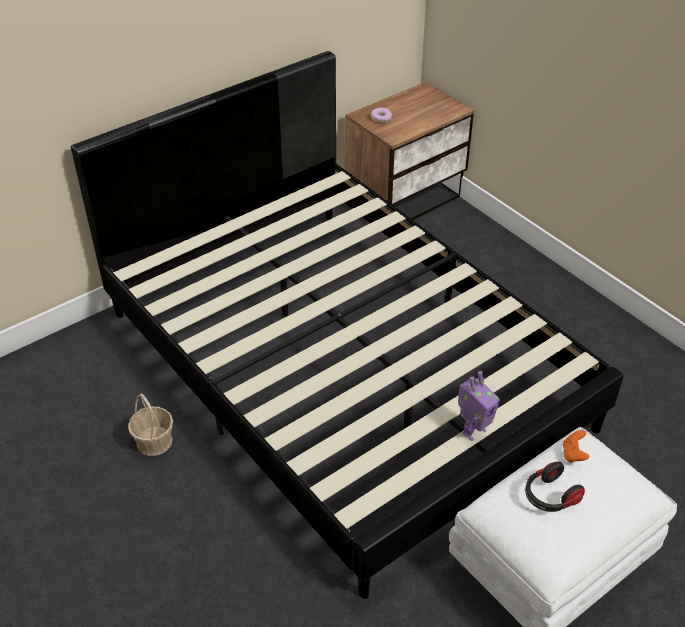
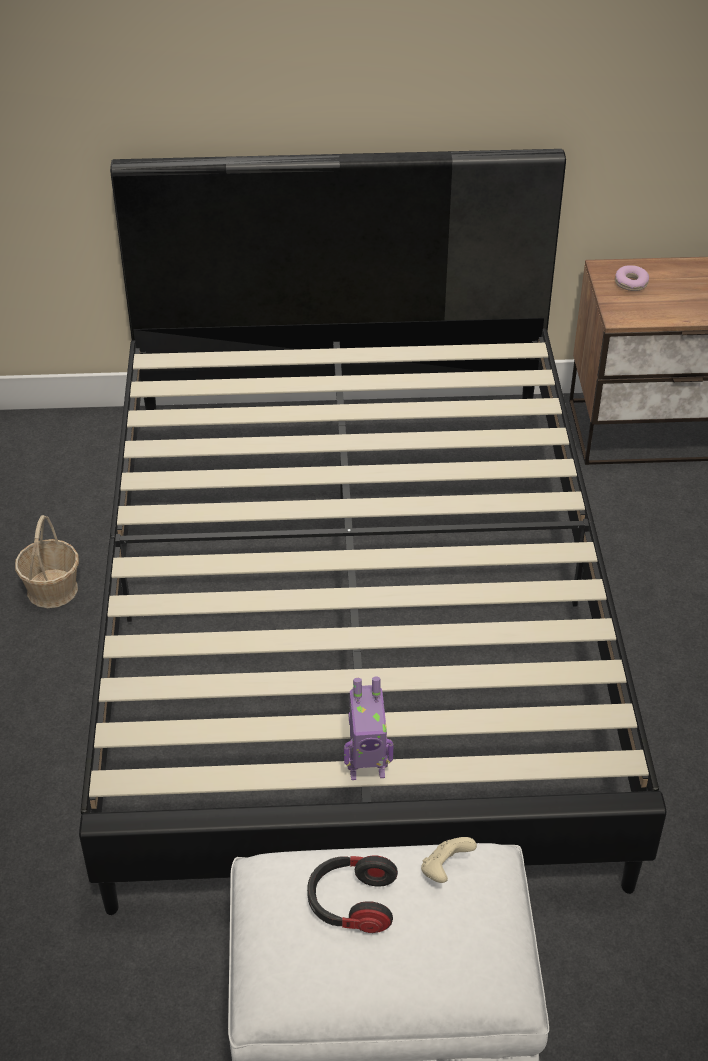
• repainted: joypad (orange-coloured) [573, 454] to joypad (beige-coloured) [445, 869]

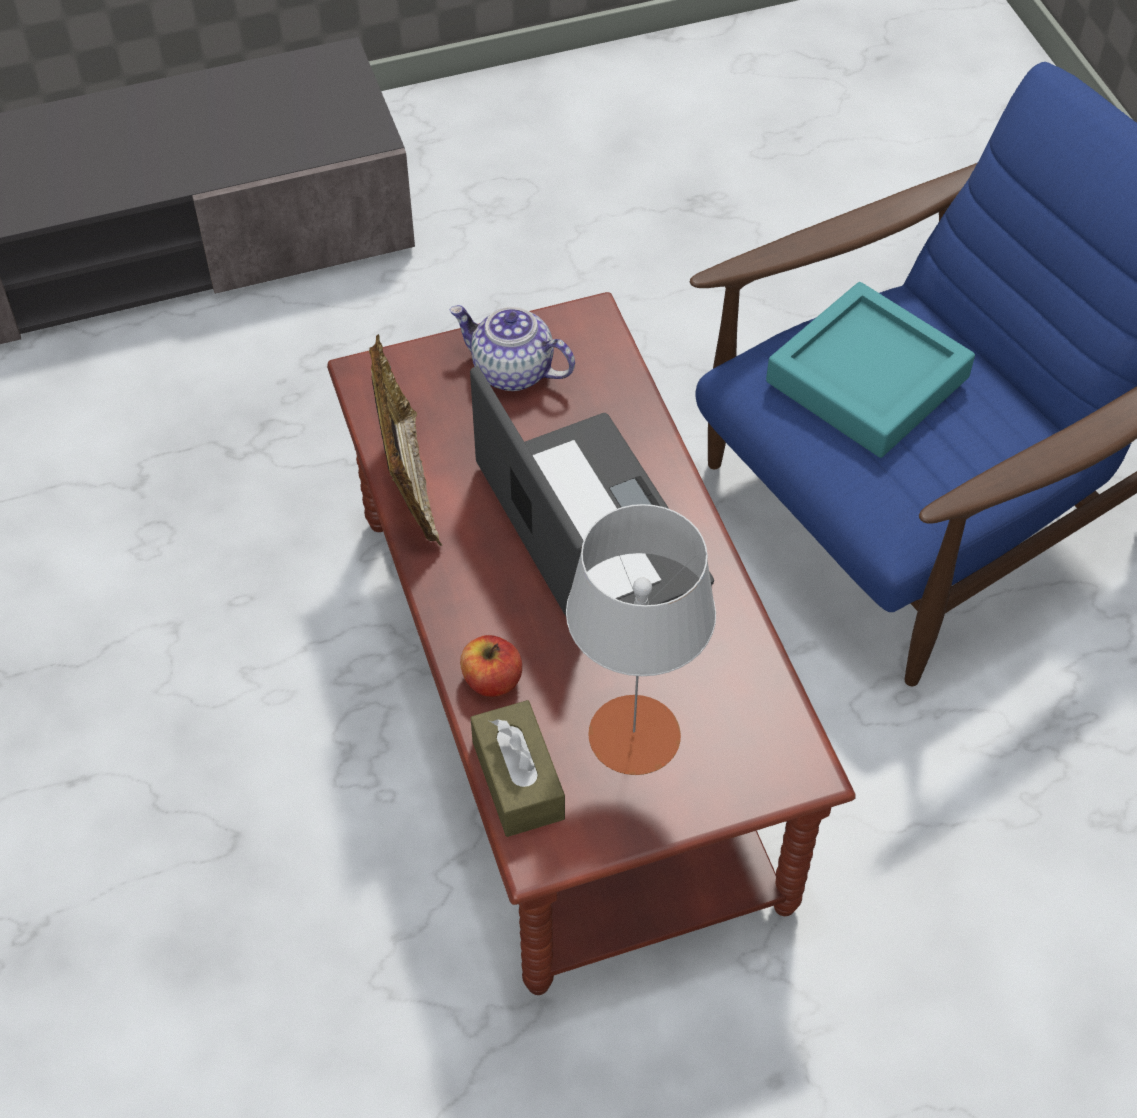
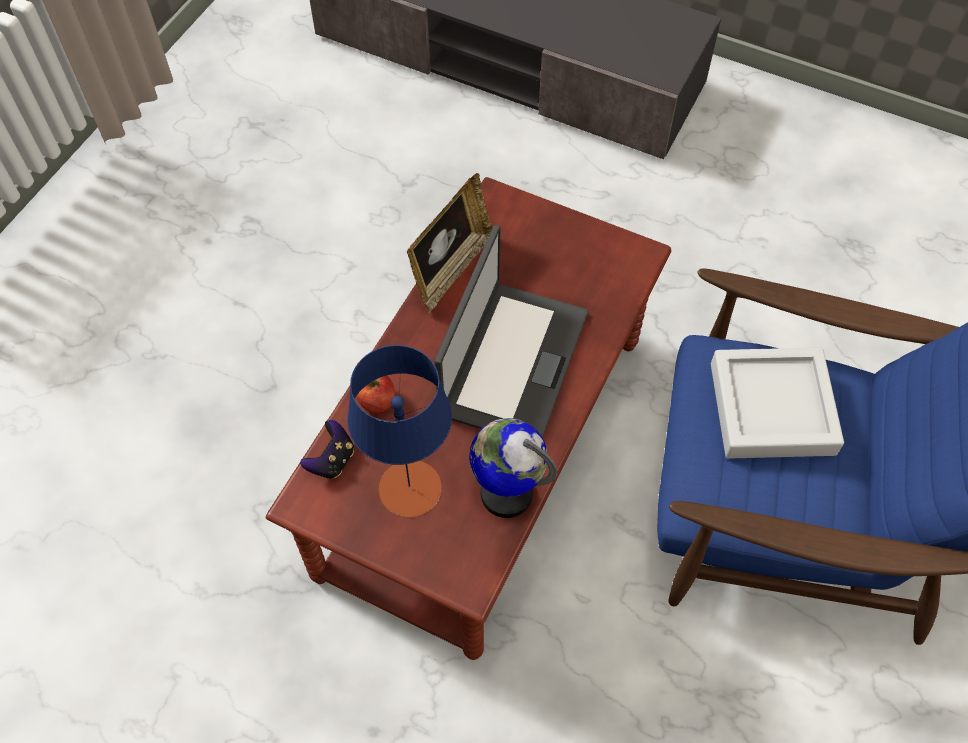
• repainted: serving tray (turquoise) [867, 379] to serving tray (grey) [771, 408]
• gone: tea pot [511, 371]
• repainted: tabletop lamp (grey) [633, 735] to tabletop lamp (blue) [409, 488]
• swapped: box of tissues (brownish) [518, 780] to joypad [332, 460]
• new: world globe [506, 493]

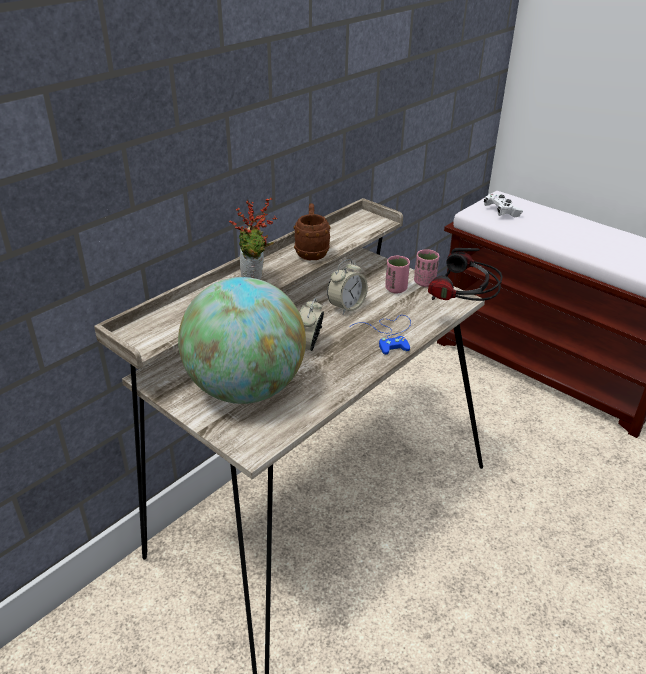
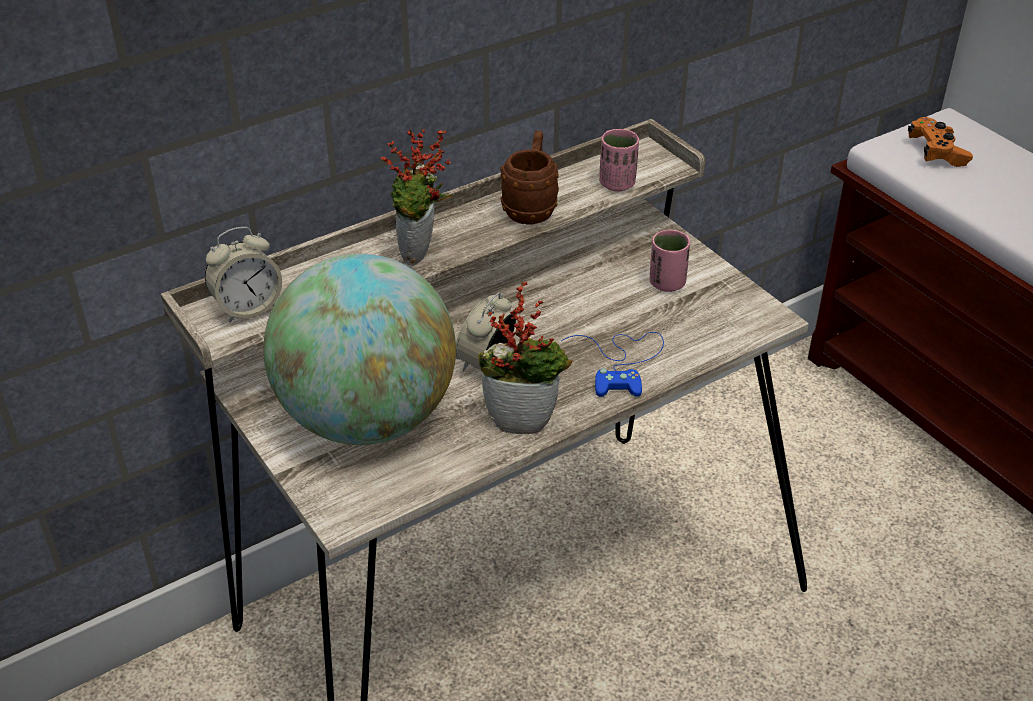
• repainted: joypad (white-coloured) [501, 212] to joypad (orange-coloured) [936, 153]
• gone: pair of headphones [460, 313]
• shifted: drinking cup (pink) [424, 282] to [617, 184]
• shifted: bedside clock [346, 307] to [248, 308]
• new: potted plant [524, 420]

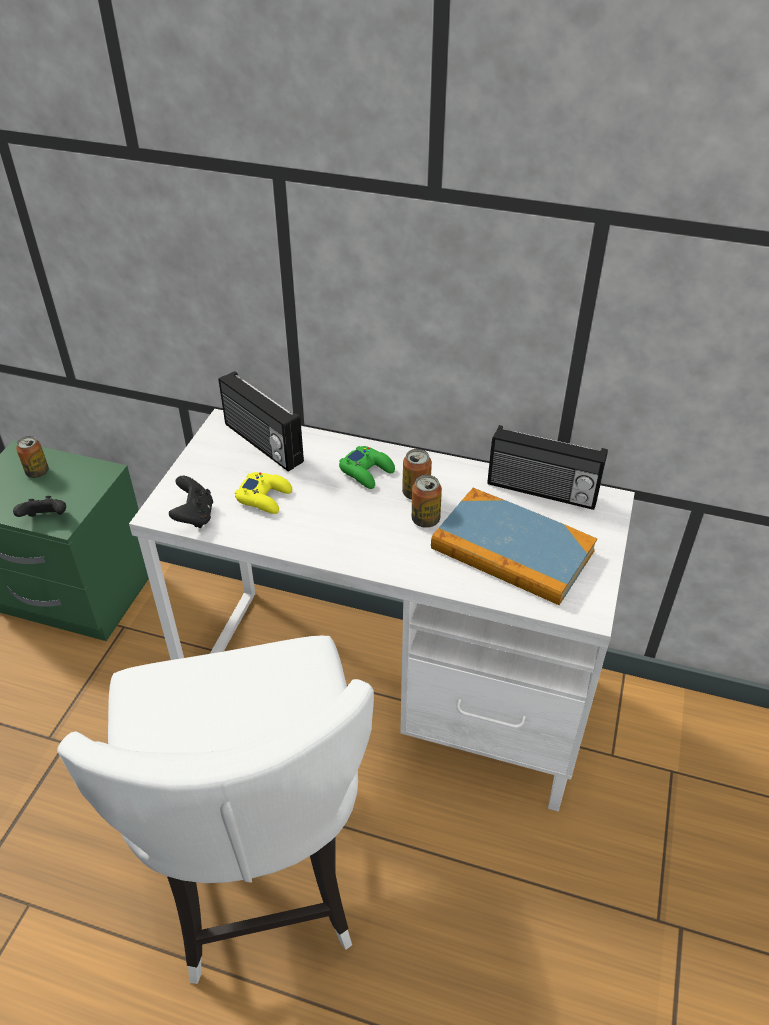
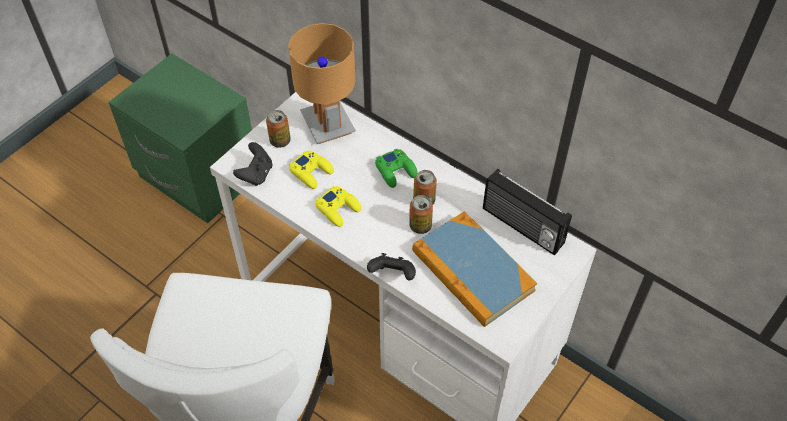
• swapped: radio [261, 444] to tabletop lamp (brownish) [328, 124]
• shifted: sealed can [37, 472] to [280, 141]
• shifted: joypad (black) [46, 519] to [392, 275]
• new: joypad (yellowish) [338, 209]

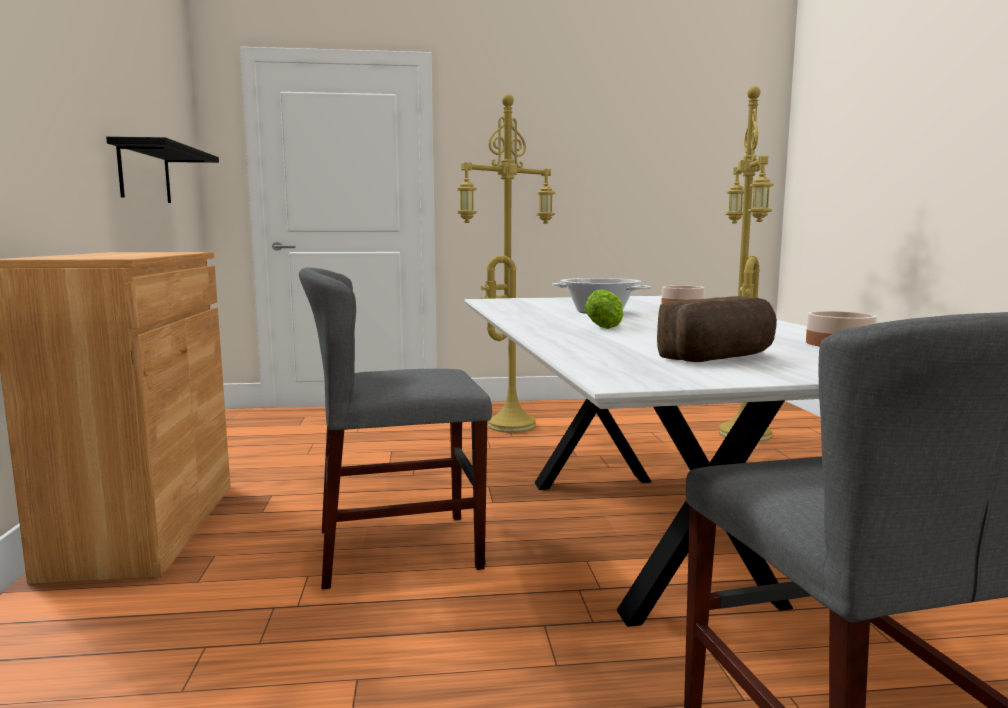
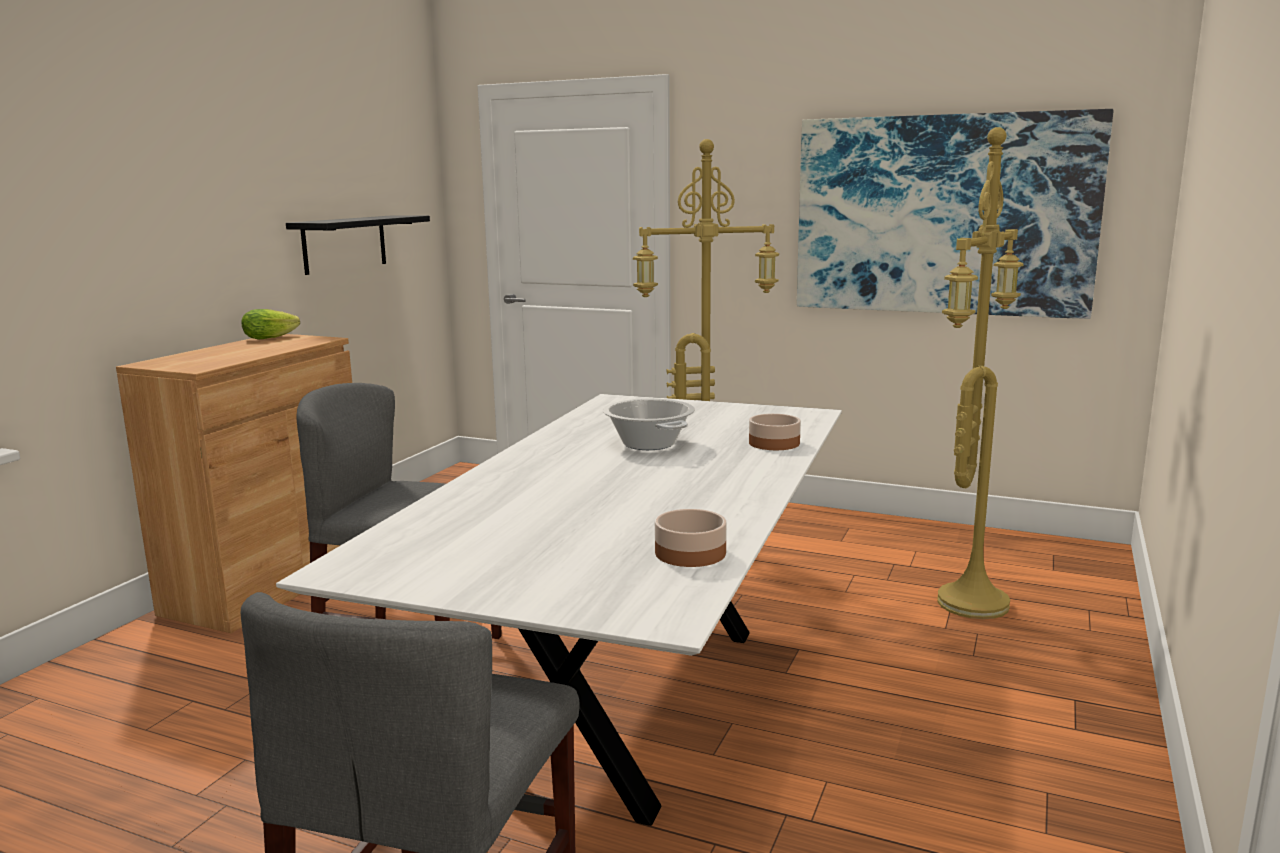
• shifted: lettuce head [606, 326] to [273, 337]
• gone: bakery bread [721, 357]
• new: wall art [942, 215]

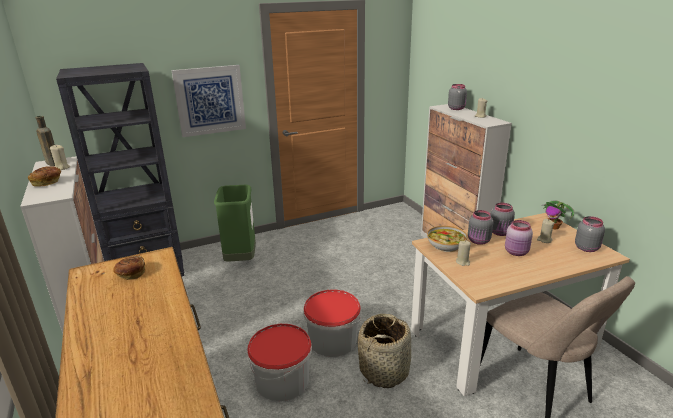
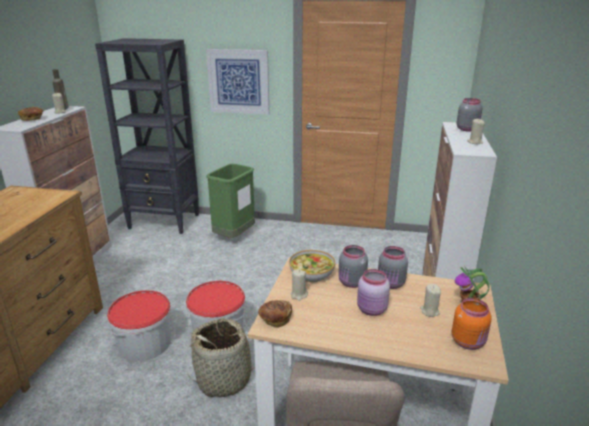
• repainted: jar (grey) [587, 248] to jar (orange-coloured) [468, 342]
• shifted: bakery bread [131, 274] to [275, 319]

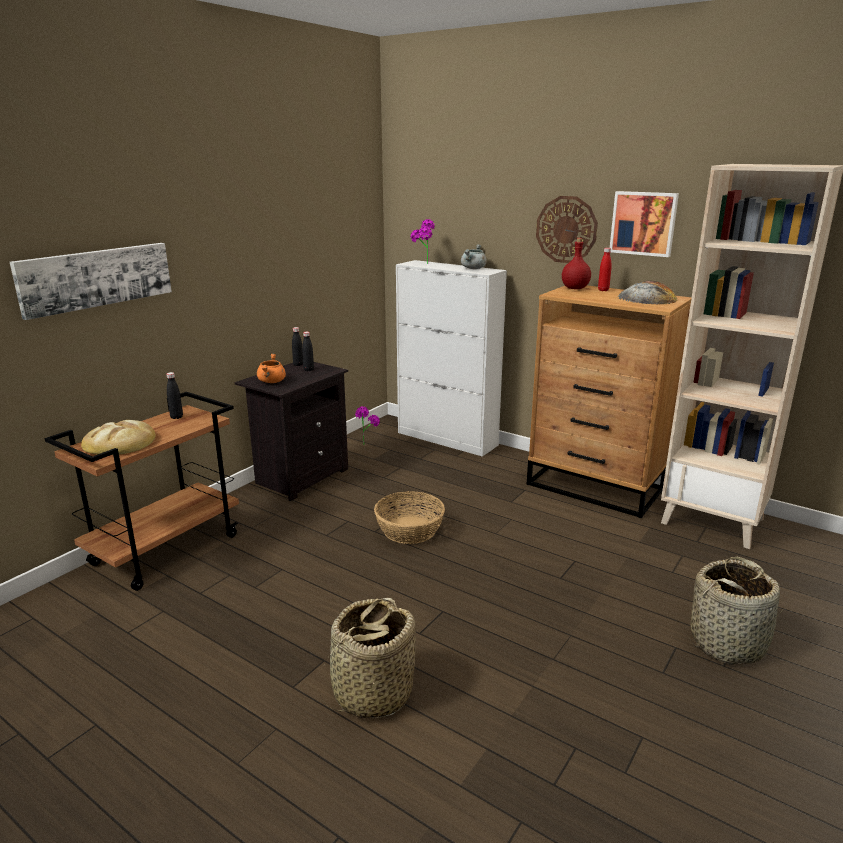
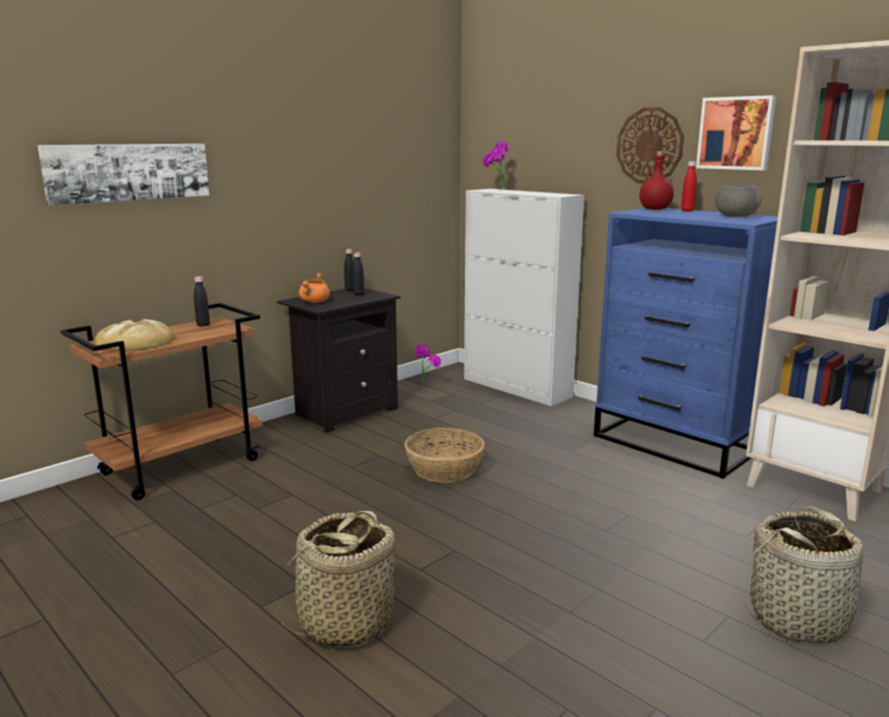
• gone: saucepot (grey) [473, 268]
• swapped: bakery bread [647, 298] to deep dish (grey) [735, 216]
• repainted: chest of drawers (brownish) [596, 487] to chest of drawers (blue) [676, 444]

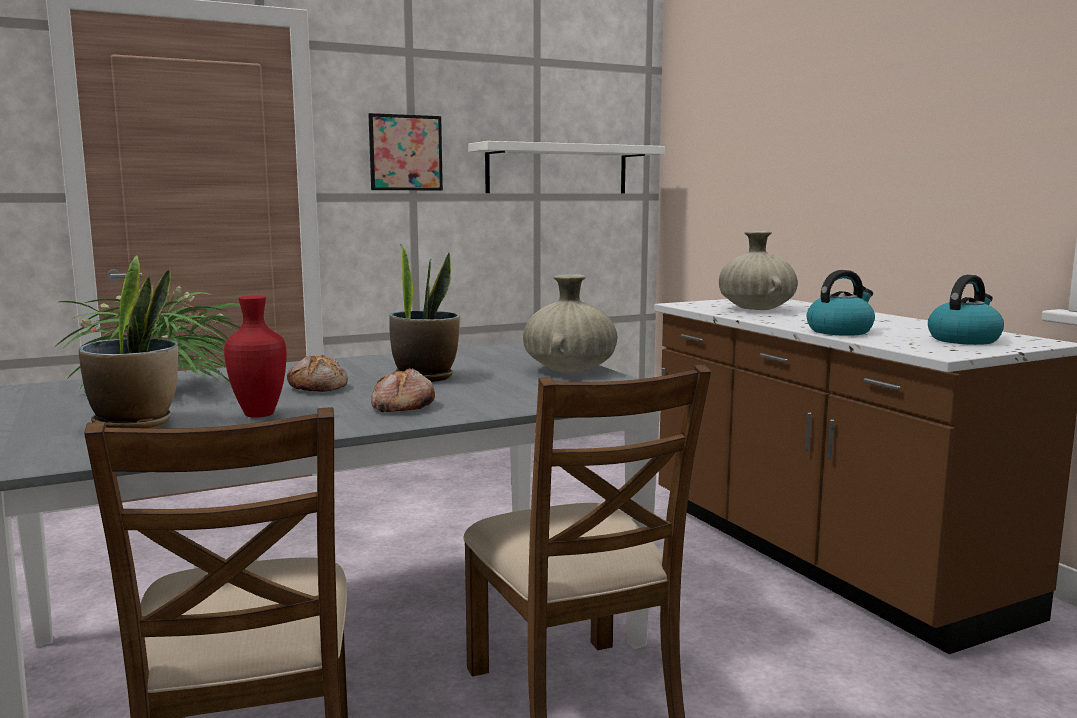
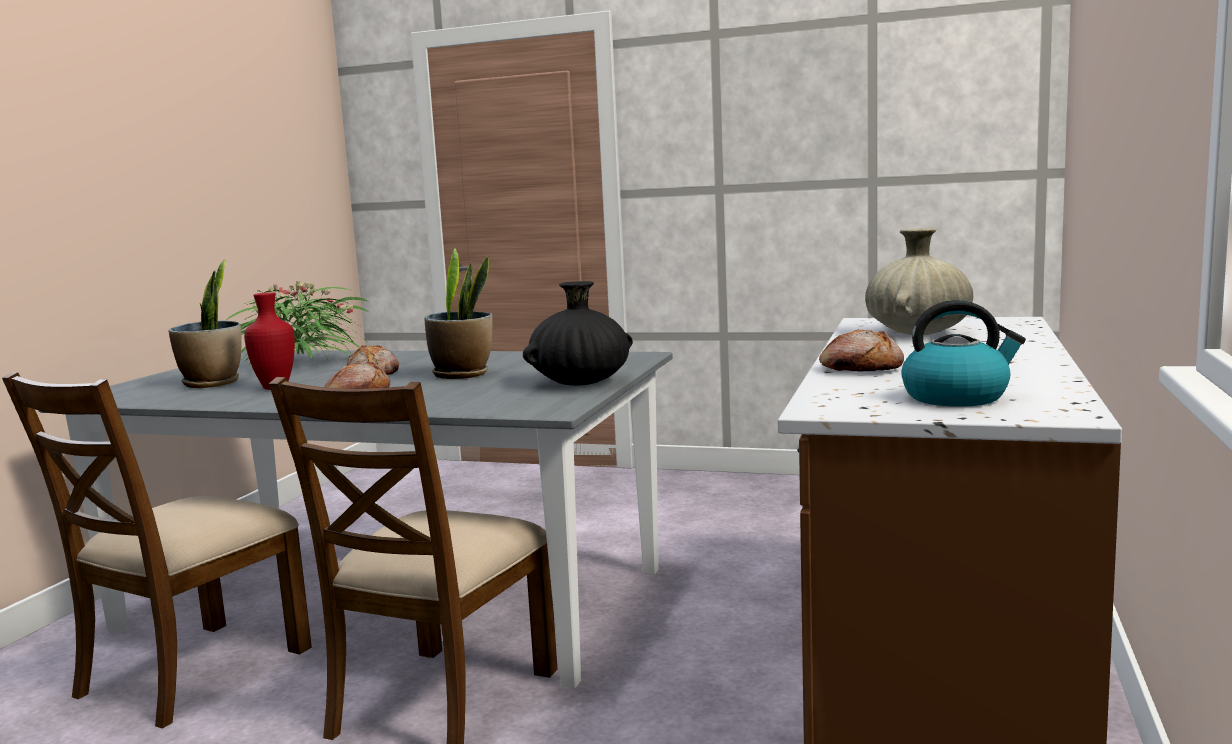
• gone: wall art [405, 152]
• gone: wall shelf (white-coloured) [557, 169]
• swapped: tea kettle [840, 331] to bakery bread [860, 369]
• repainted: vase (beige-coloured) [569, 370] to vase (black) [580, 383]

